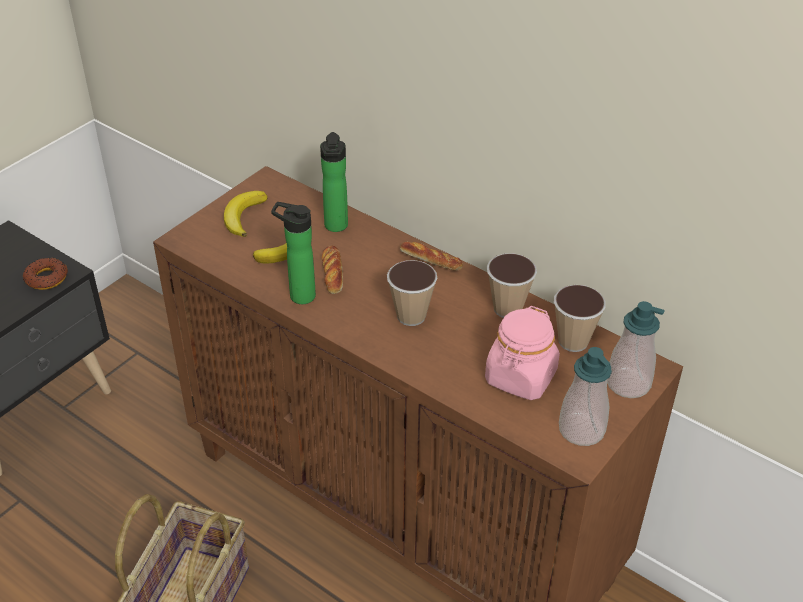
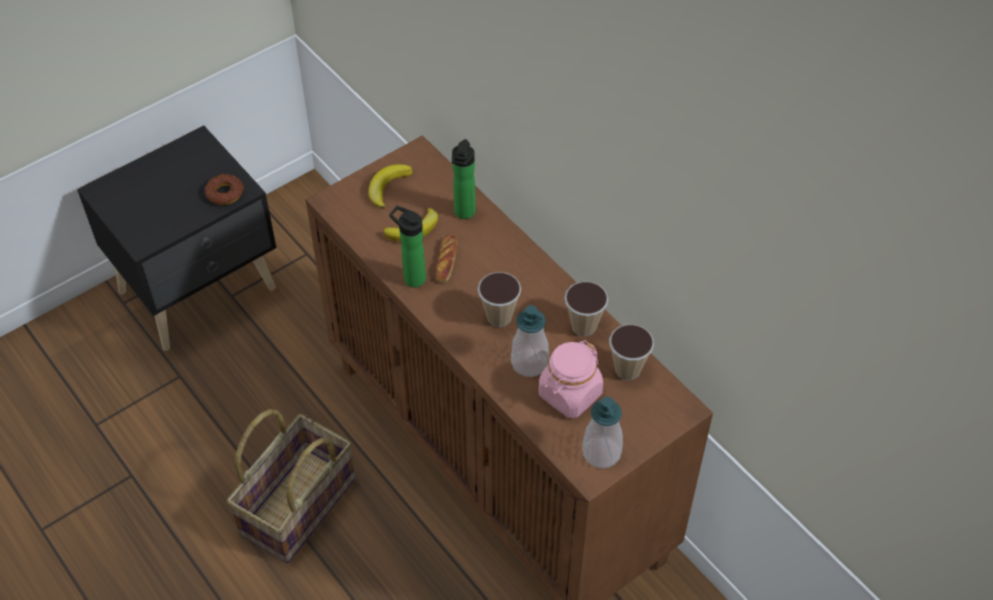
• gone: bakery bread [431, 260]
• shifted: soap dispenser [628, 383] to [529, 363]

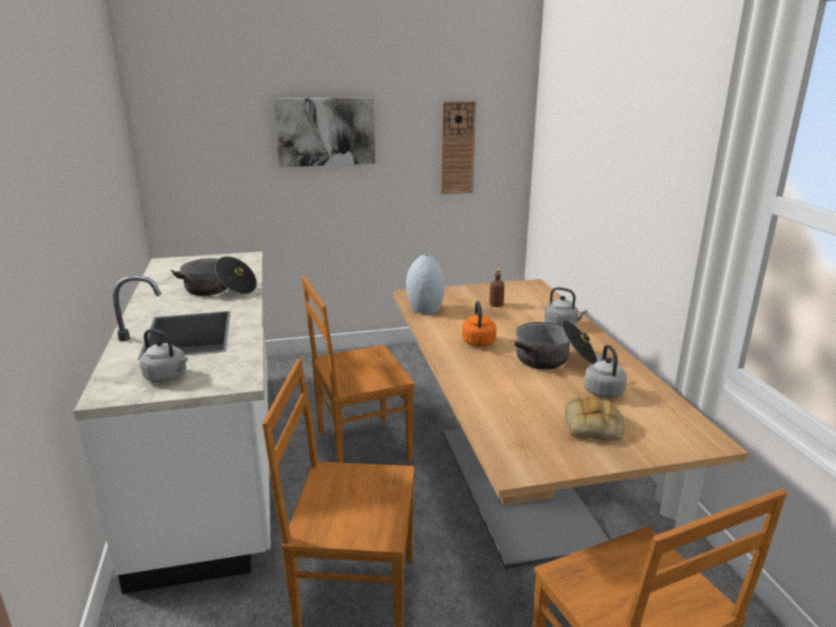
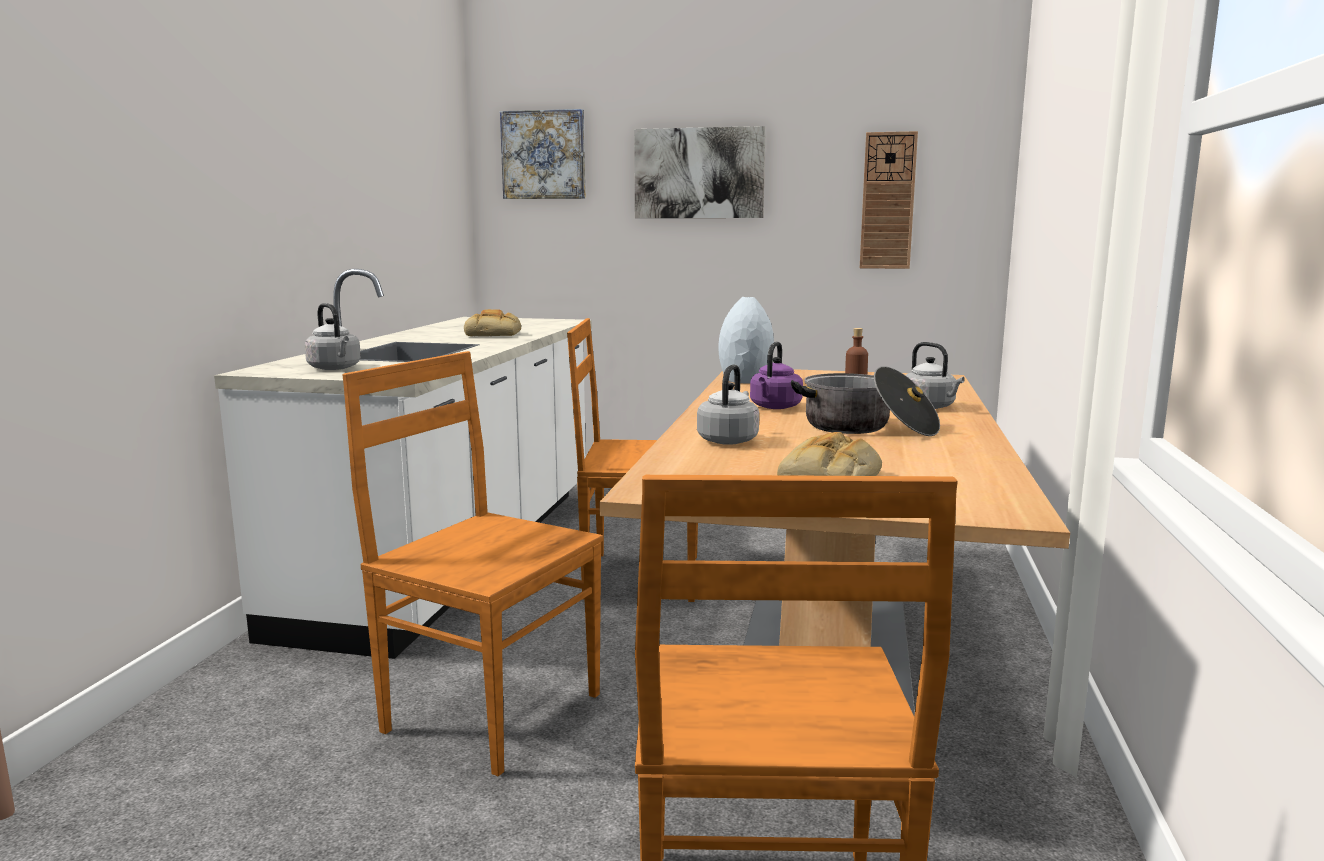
• swapped: saucepot [218, 290] to bakery bread [494, 334]
• repainted: tea kettle (orange-coloured) [478, 343] to tea kettle (purplish) [774, 407]
• shifted: tea kettle (grey) [602, 391] to [729, 440]
• new: wall art [544, 155]

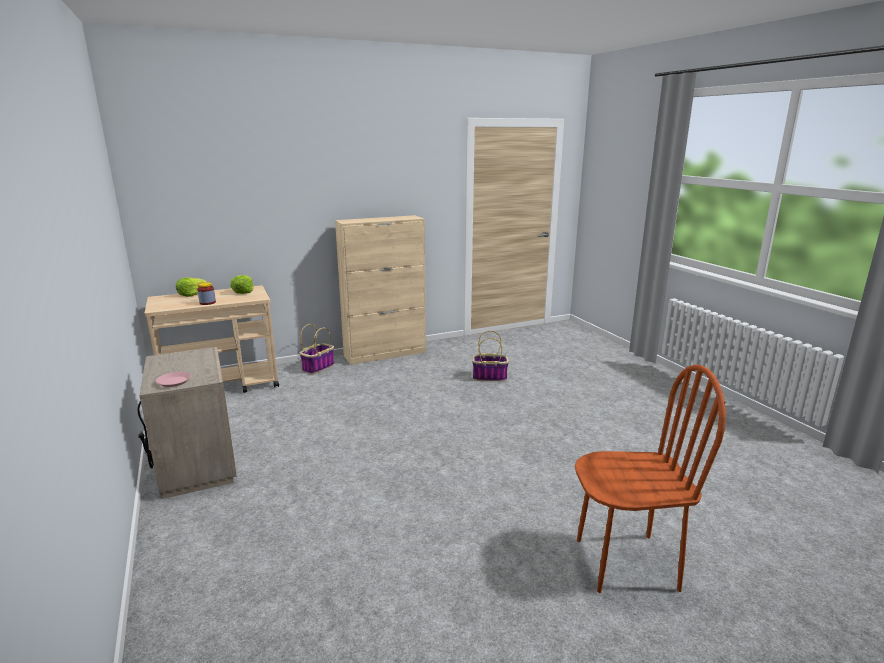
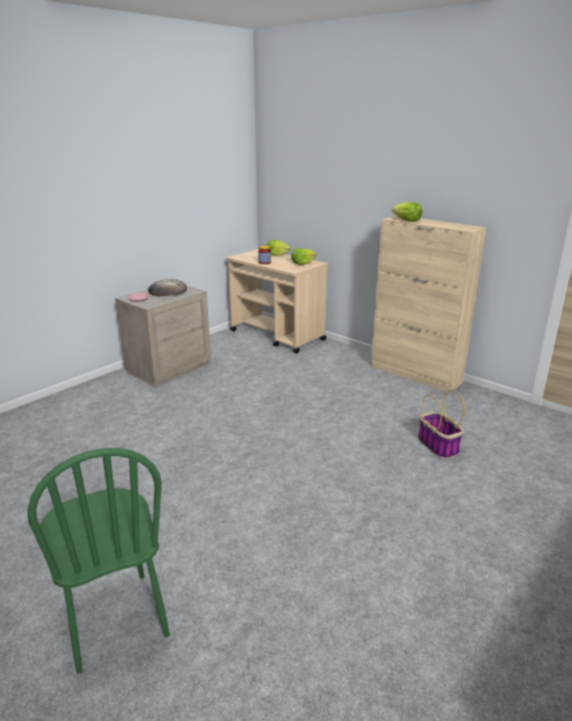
• gone: household basket [318, 367]
• repainted: plain chair (brownish) [625, 563] to plain chair (greenish) [115, 619]
• new: lettuce head [407, 220]
• new: bakery bread [167, 291]

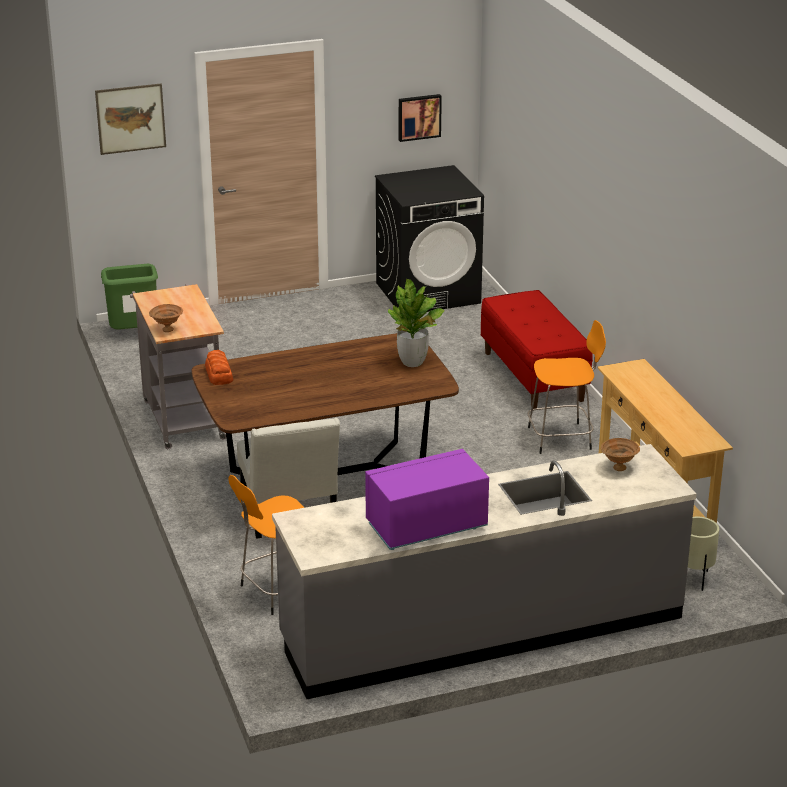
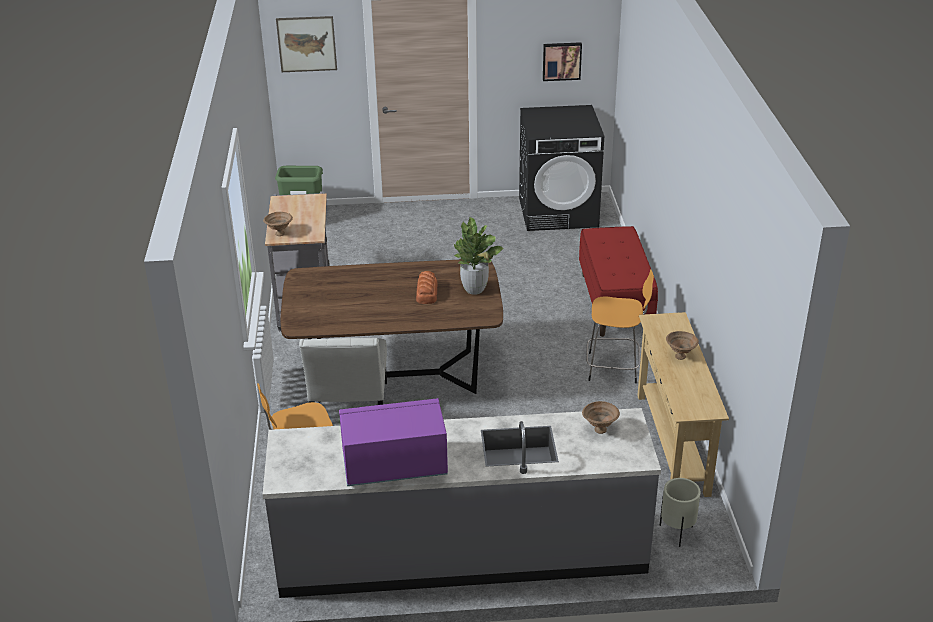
• shifted: bakery bread [218, 374] to [426, 293]
• new: deep dish (brownish) [680, 356]

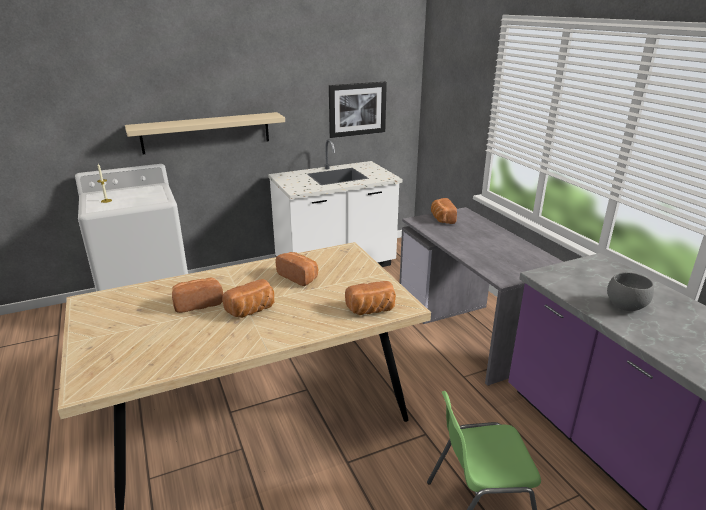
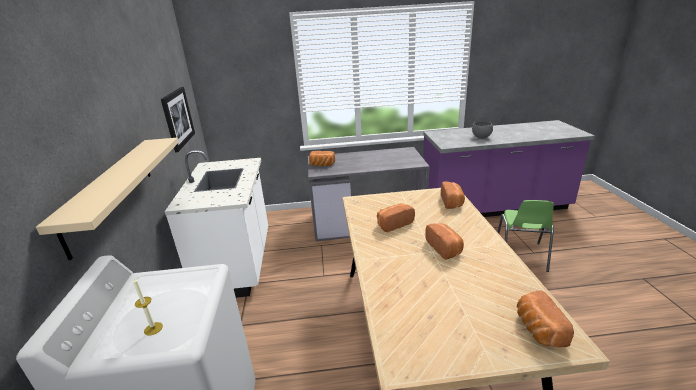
• shifted: bakery bread [198, 303] to [537, 329]

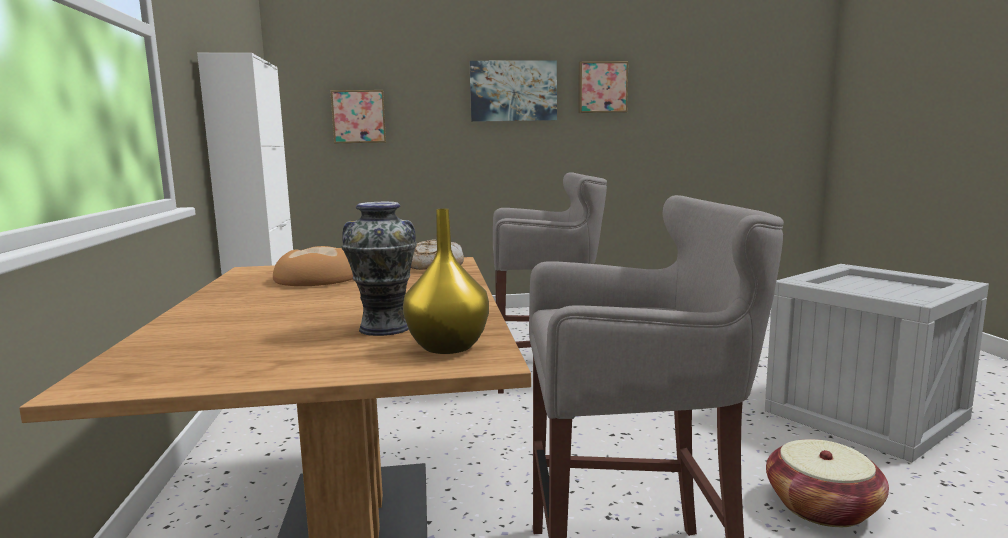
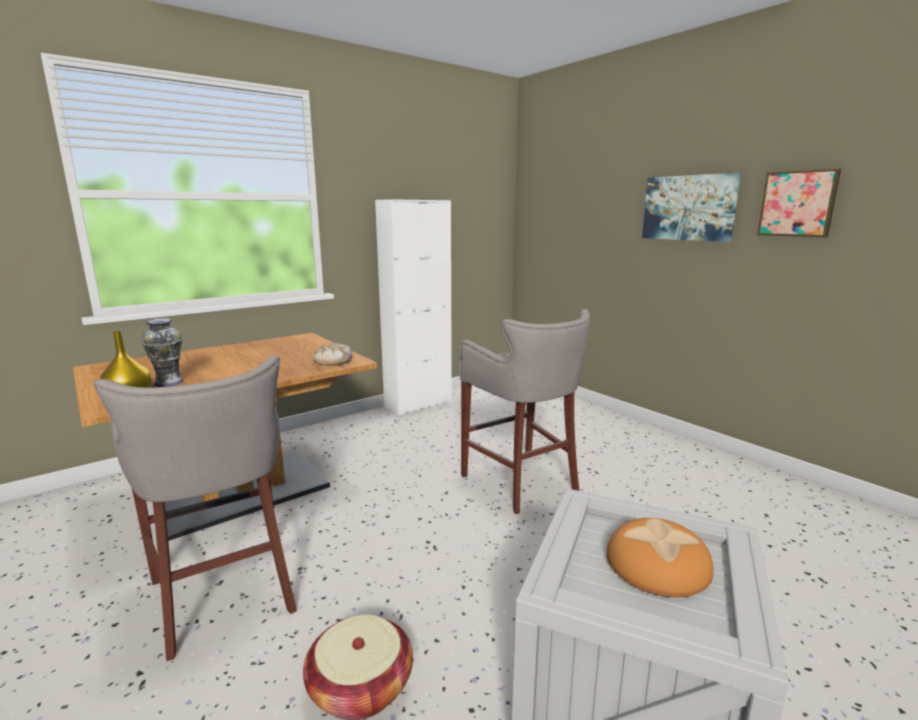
• gone: wall art [359, 117]
• shifted: bakery bread [318, 278] to [657, 563]

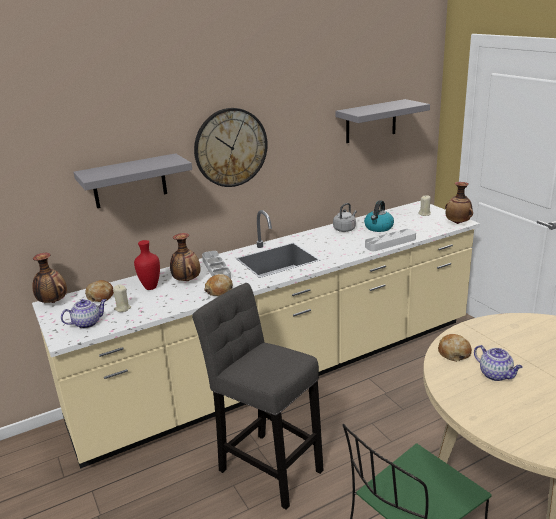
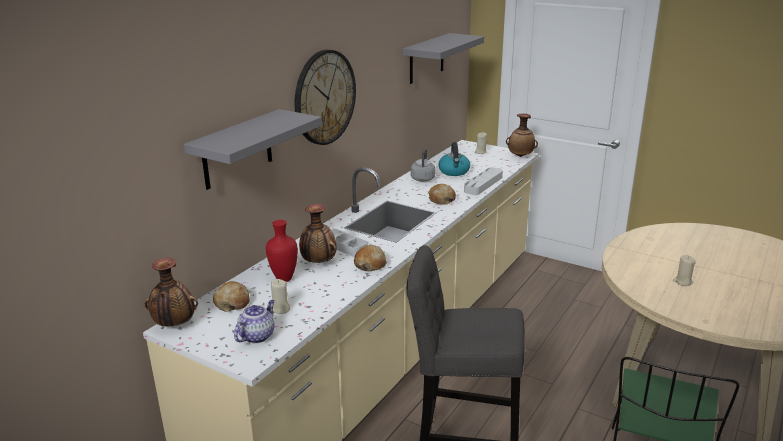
• shifted: bakery bread [453, 353] to [441, 199]
• swapped: tea pot [496, 375] to wax light (beige-coloured) [682, 282]

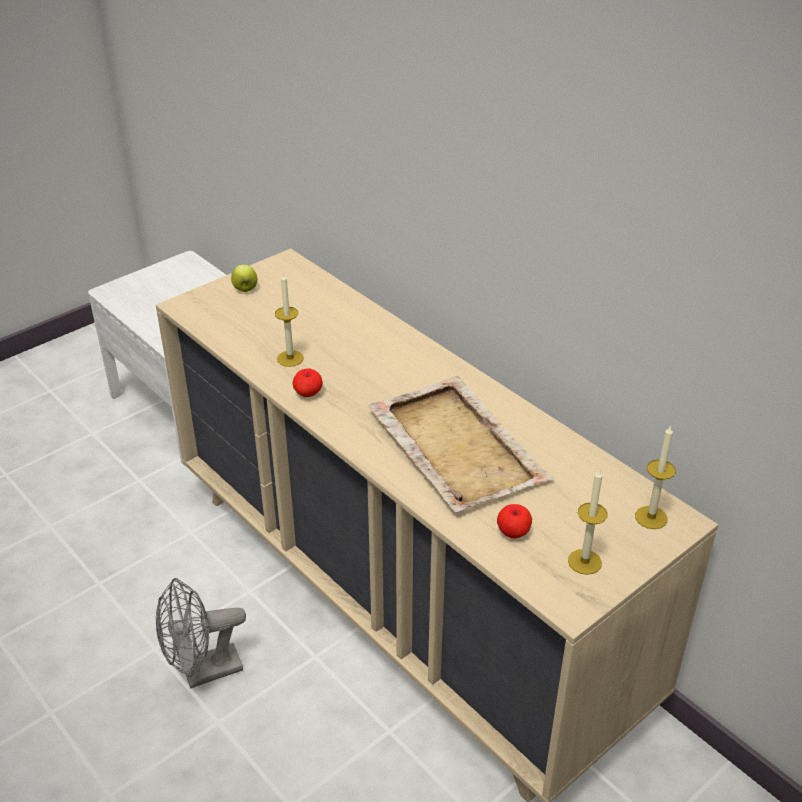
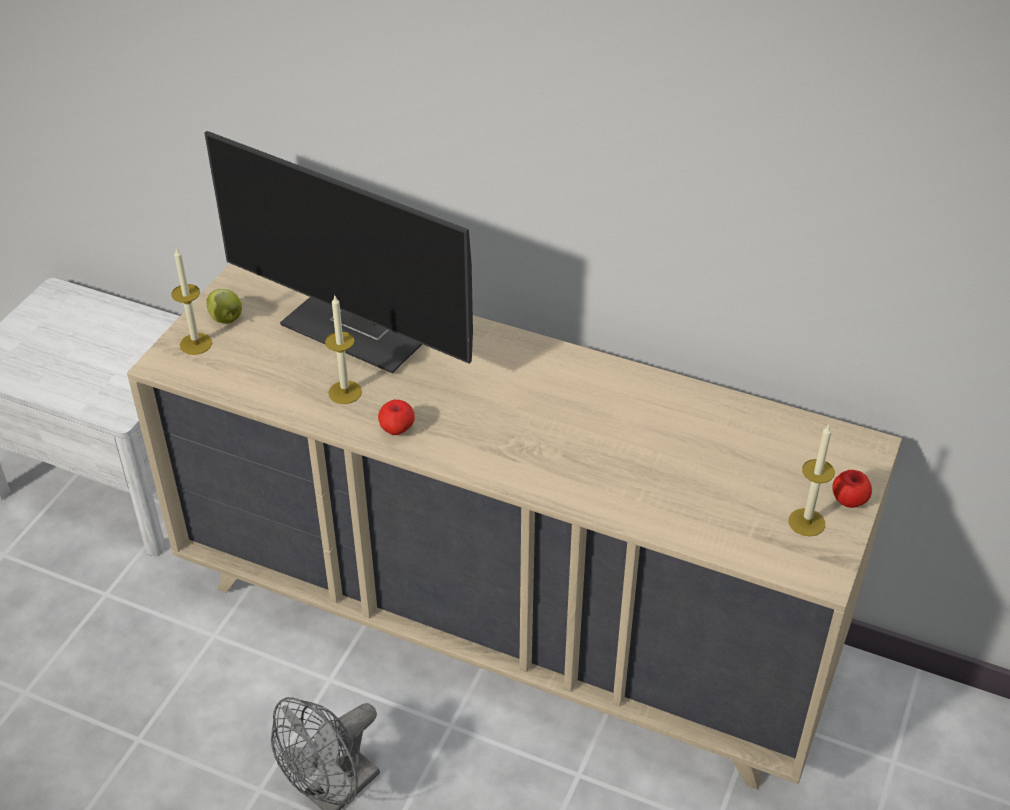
• gone: serving tray (beige-coloured) [456, 446]
• shifted: wax light [651, 517] to [196, 344]
• shifted: apple fruit [513, 532] to [849, 501]
• new: computer display [365, 328]

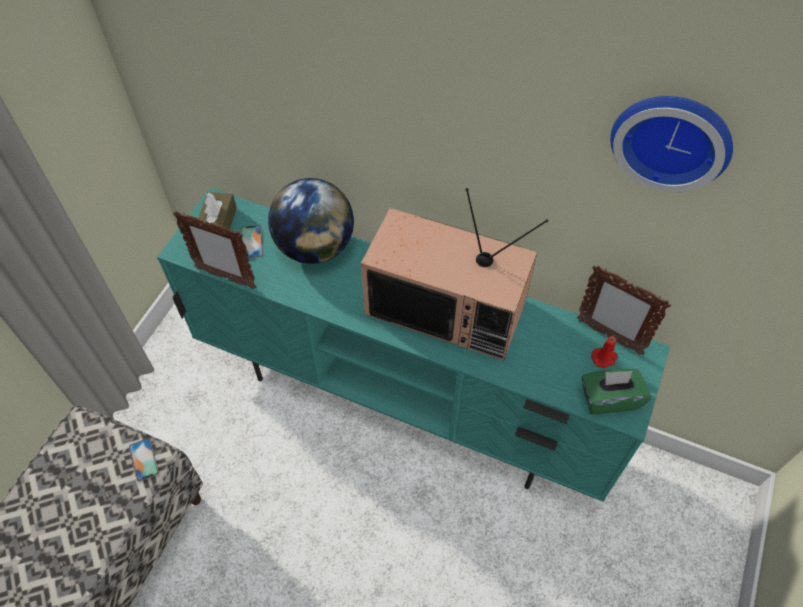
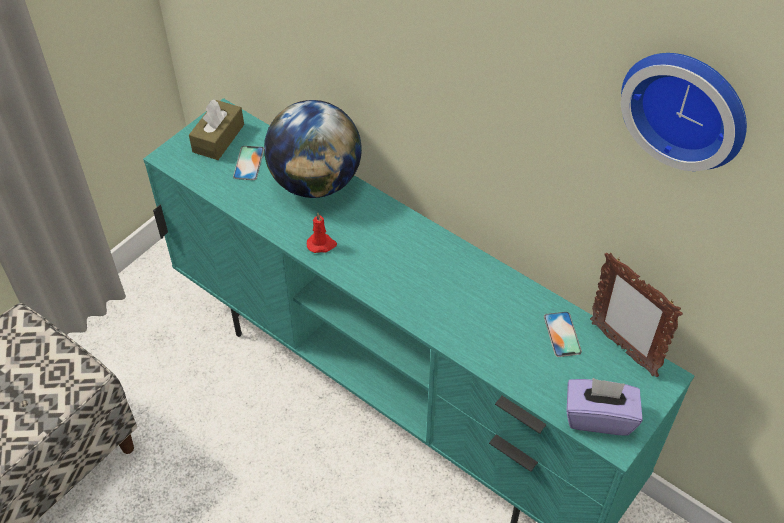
• gone: TV [448, 308]
• gone: picture frame [225, 278]
• shifted: wax light (red) [604, 358] to [322, 244]
• repainted: box of tissues (greenish) [609, 399] to box of tissues (purplish) [599, 417]
• shifted: handset [143, 459] to [562, 334]

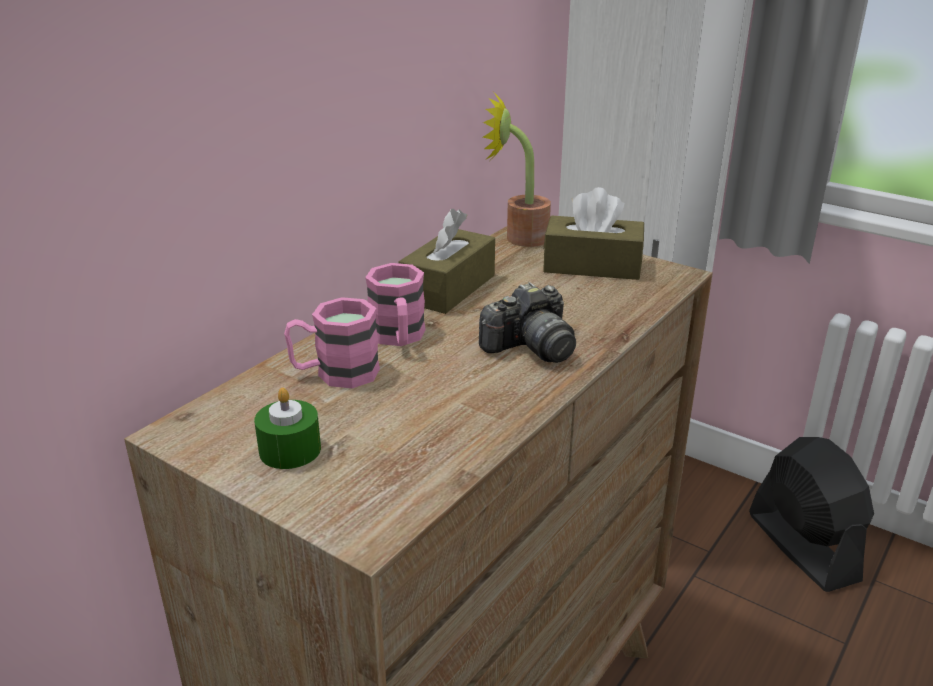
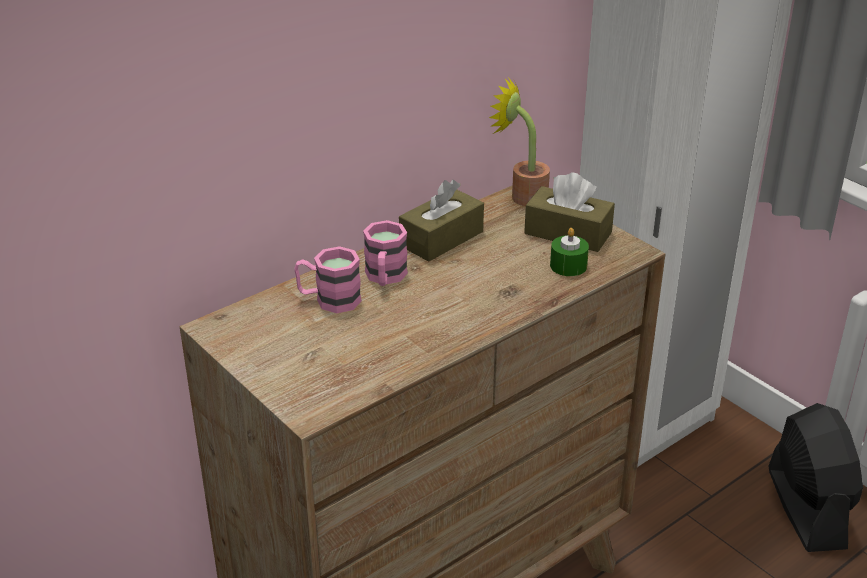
• gone: still camera [530, 348]
• shifted: wax light (greenish) [290, 450] to [568, 266]

